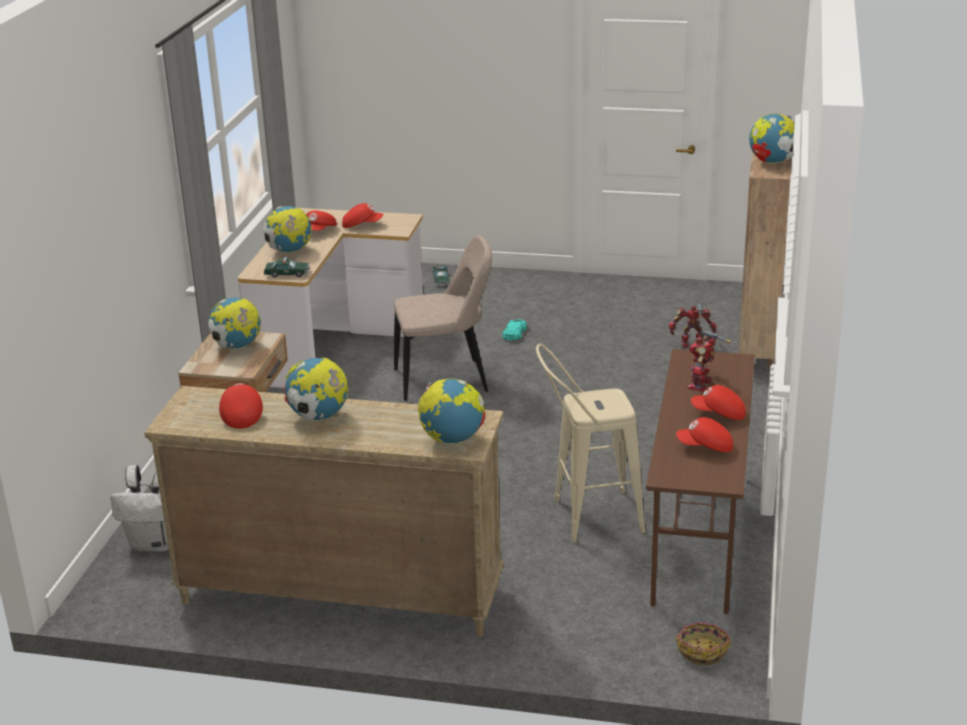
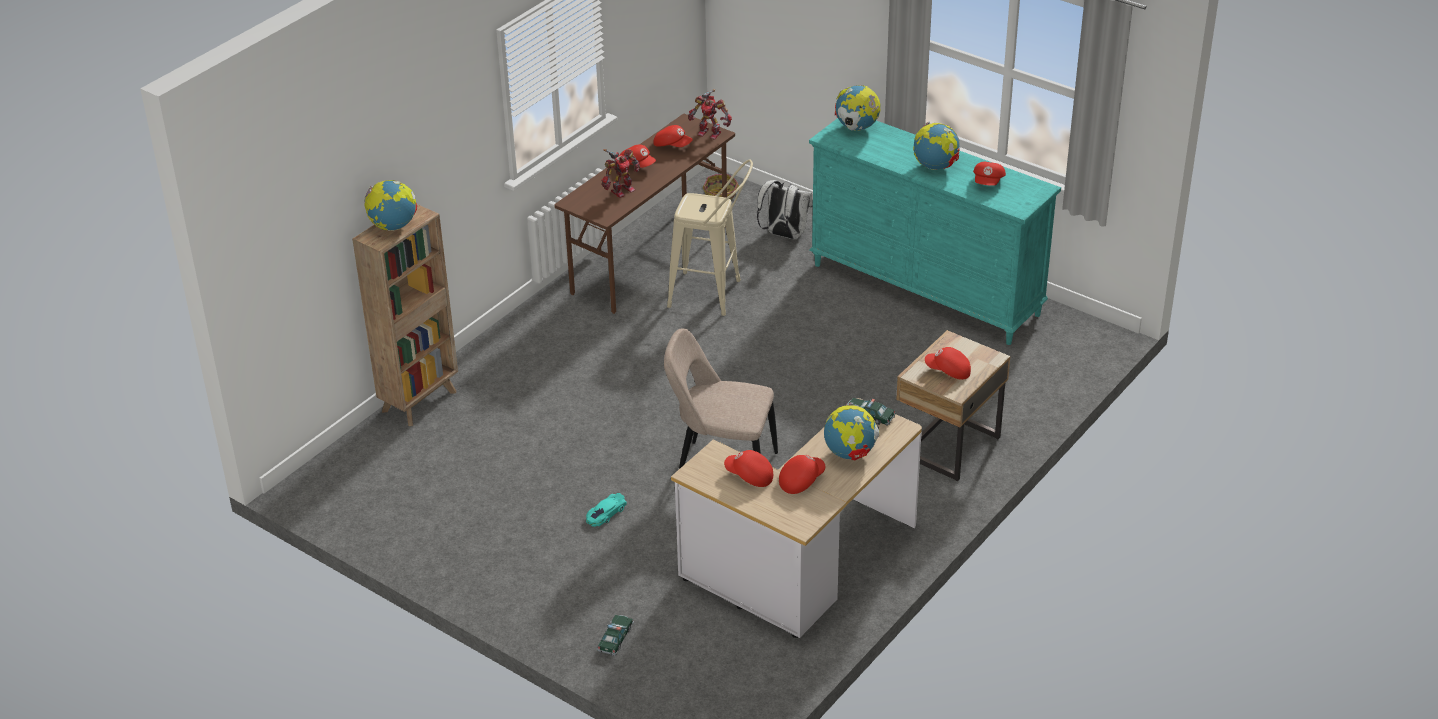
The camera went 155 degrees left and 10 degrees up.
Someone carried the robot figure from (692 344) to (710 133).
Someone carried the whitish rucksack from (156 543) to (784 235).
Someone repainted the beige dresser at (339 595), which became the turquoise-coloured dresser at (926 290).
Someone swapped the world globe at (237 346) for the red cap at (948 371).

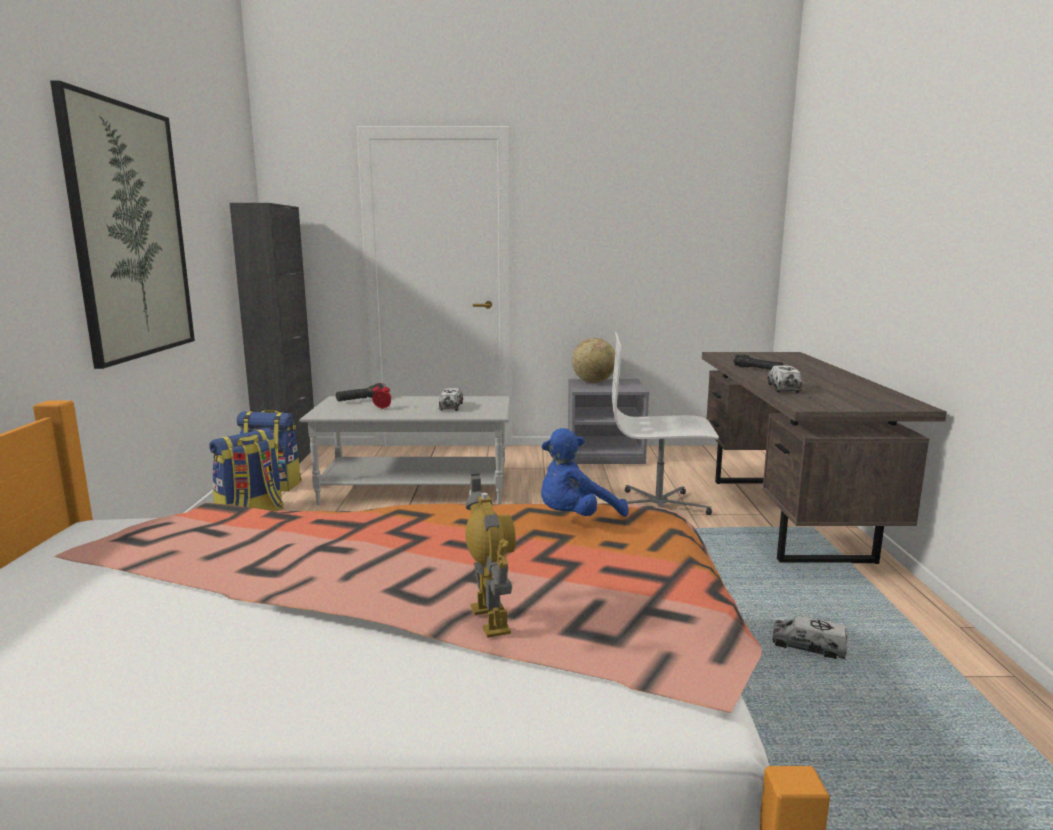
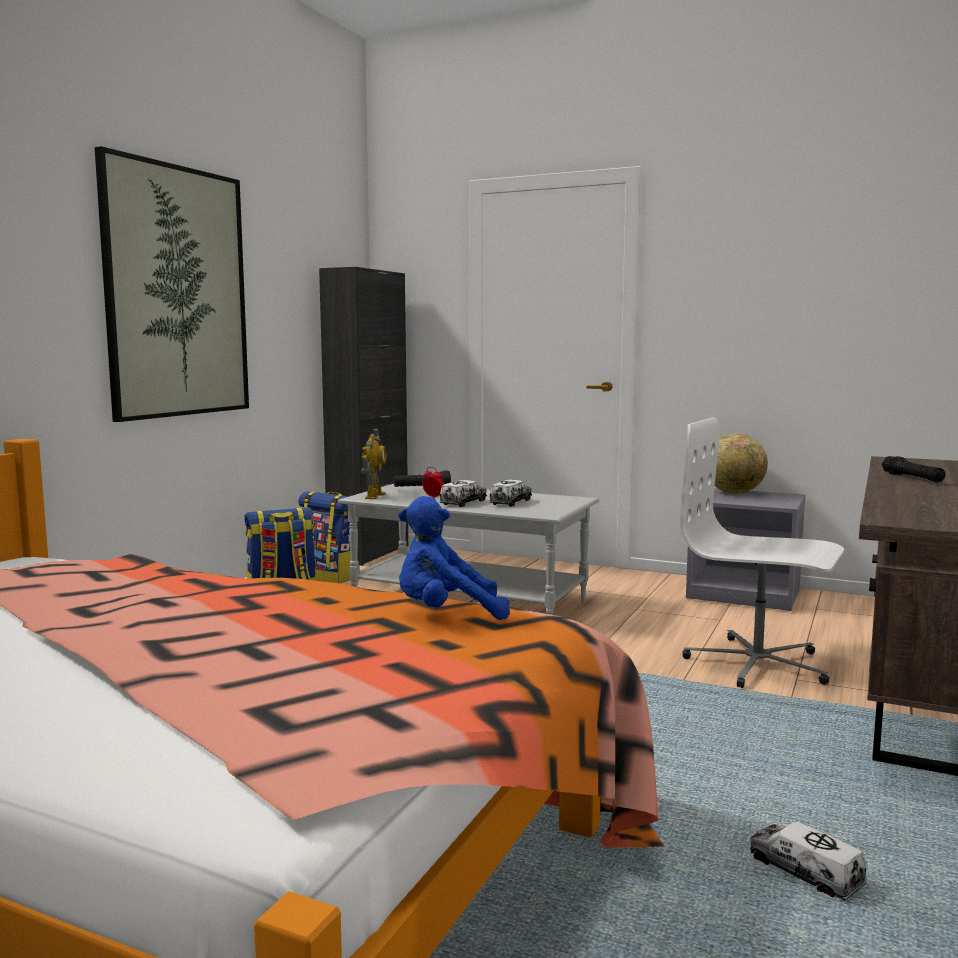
The camera went 25 degrees right and 5 degrees down.
Someone carried the robot figure from (491 619) to (374 496).
Someone carried the model truck from (783 388) to (463 503).

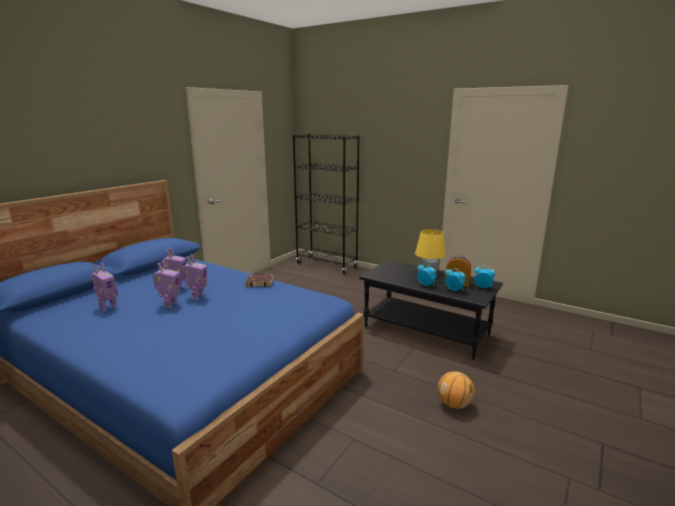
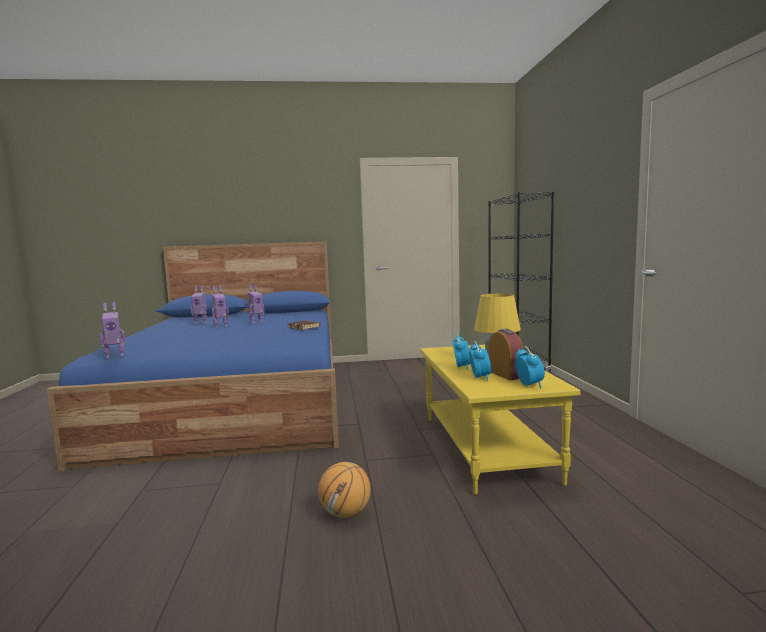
The camera went 50 degrees right and 10 degrees down.
Someone carried the robot figure from (197 297) to (115 356).
Someone repainted the black lounge table at (425 331), which became the yellow-coloured lounge table at (484 447).

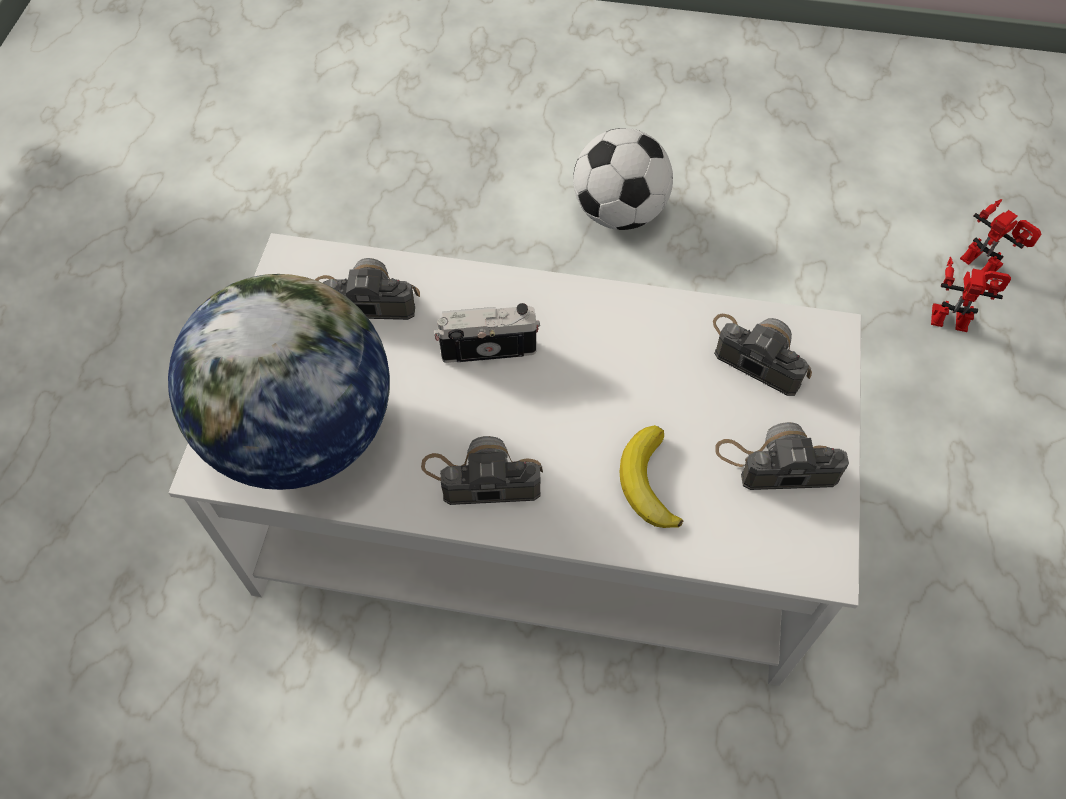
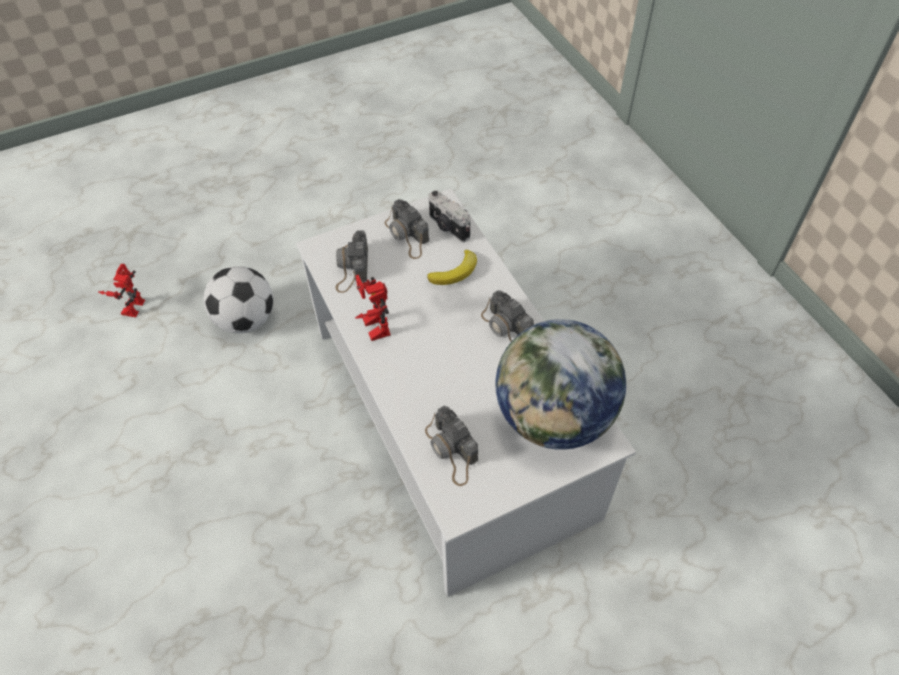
The camera went 125 degrees left and 5 degrees down.
Someone carried the football from (619 213) to (246 319).
Someone carried the robot figure from (952 315) to (371 326).
Someone carried the photo camera from (488 347) to (448 227).

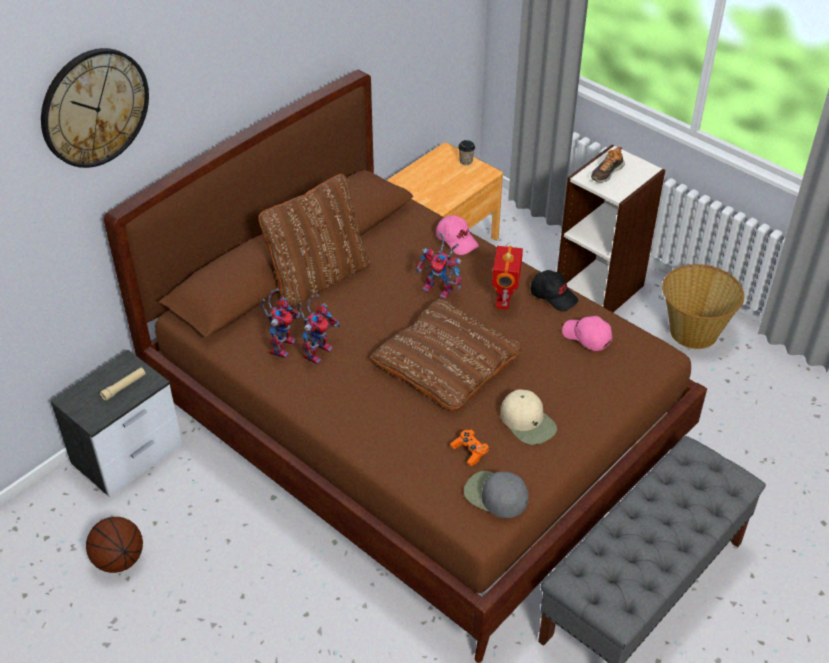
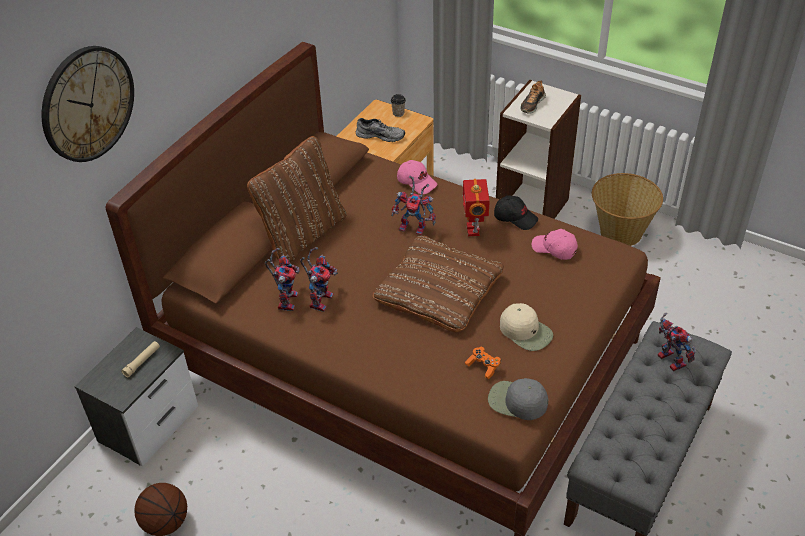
The camera went 10 degrees left and 0 degrees up.
Someone put down the greyish shoe at (381 135).
Someone put down the robot figure at (668 359).

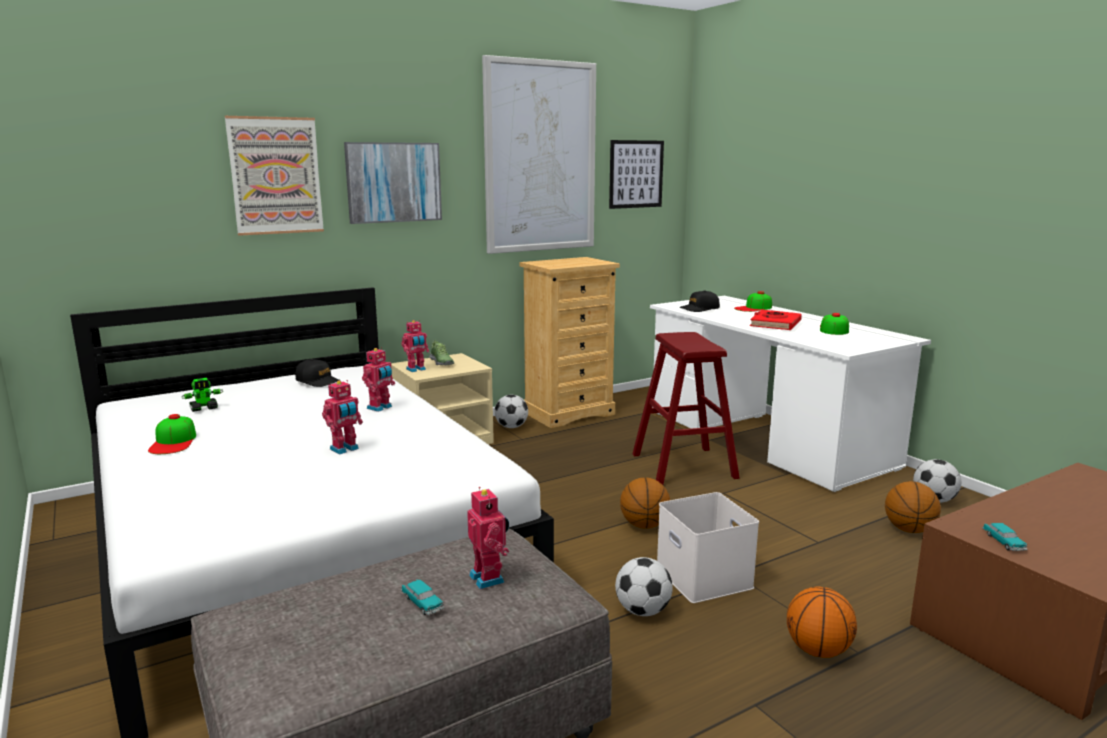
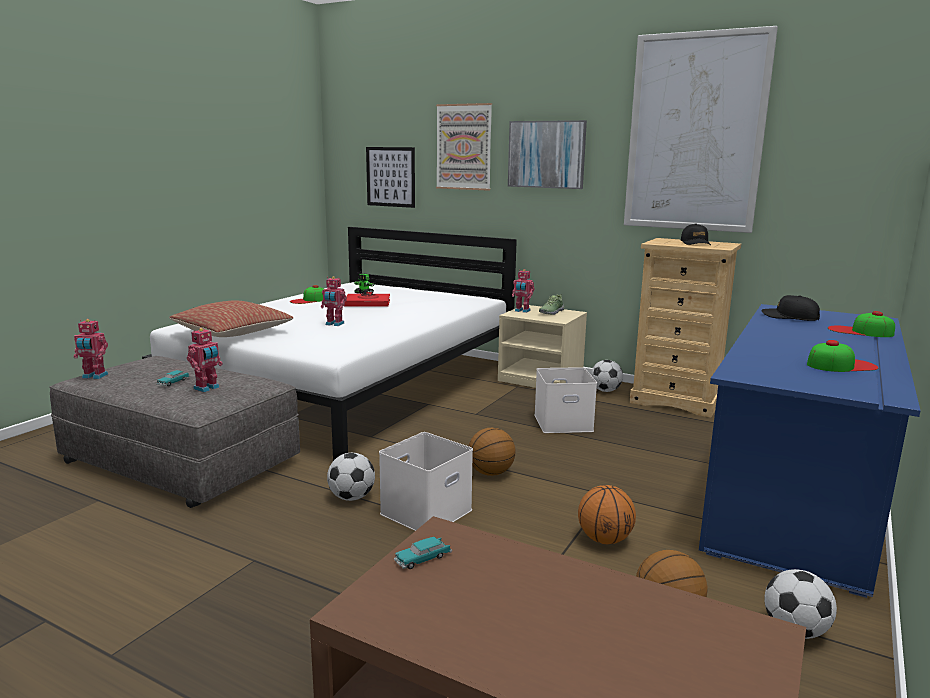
The camera went 60 degrees right and 0 degrees up.
Someone carried the robot figure from (380 408) to (94 376).
Someone put down the pillow at (233 333).
Someone carried the red bound book from (775 324) to (367 304).
Someone carried the wall art from (636 174) to (390 177).
Someone put down the whitish storage bin at (562 423).
Someone carried the ball for basketball from (818 650) to (604 540).
Someone carried the black cap from (318 381) to (695 243).
Someone repainted the whitish desk unit at (766 438), which became the bluish desk unit at (796 496).
Someone took away the red stool at (683 466).

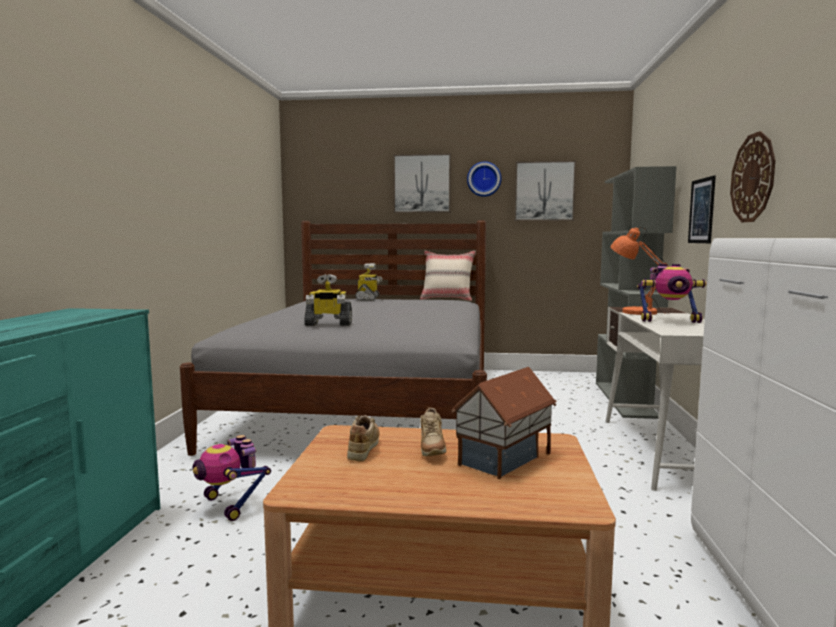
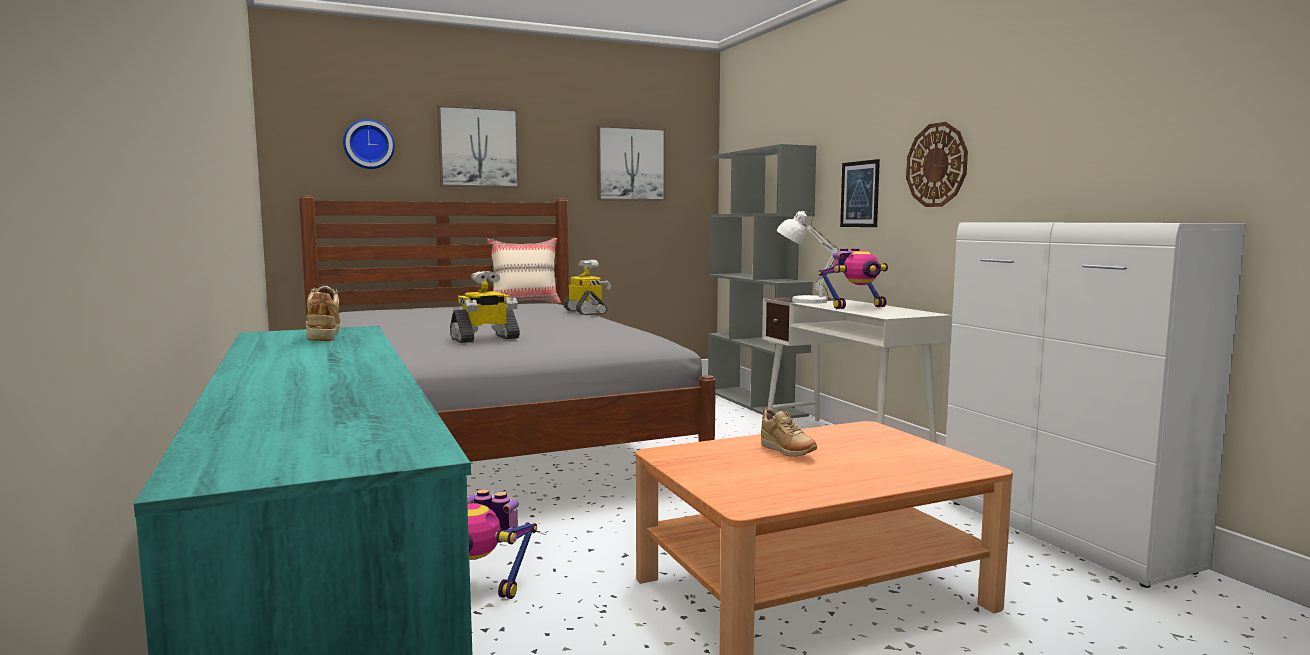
The camera went 30 degrees left and 0 degrees up.
Someone carried the beige shoe from (364 449) to (324 336).
Someone carried the hanging clock from (484 179) to (368 144).
Someone carried the robot figure from (368 298) to (586 312).
Someone repainted the orange-coloured table lamp at (635 312), which became the whitish table lamp at (804 301).
Someone took away the miniature house at (506 459).

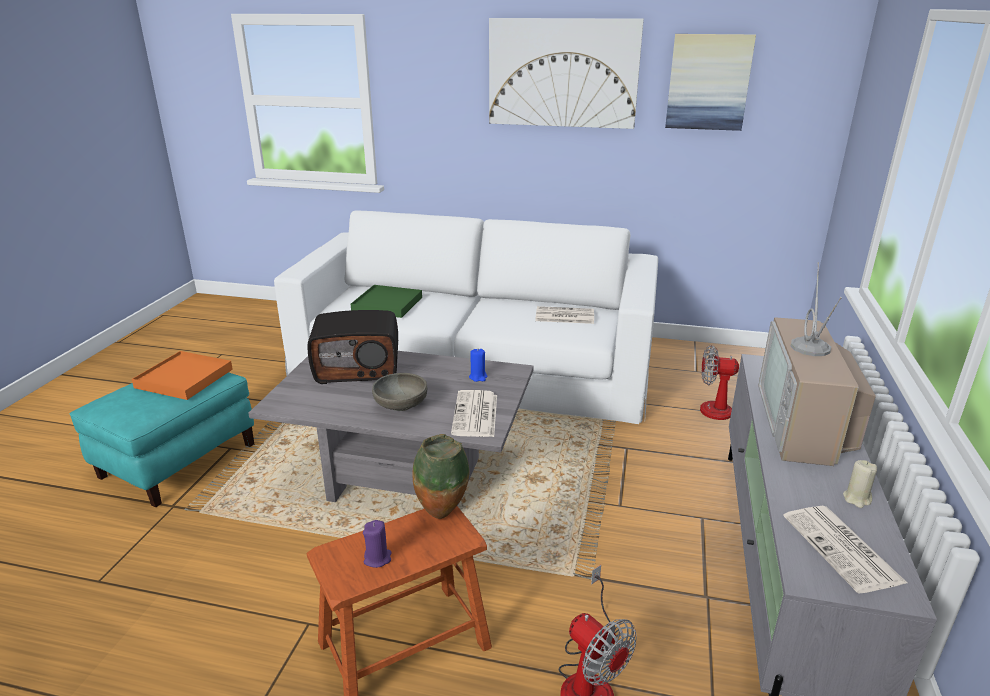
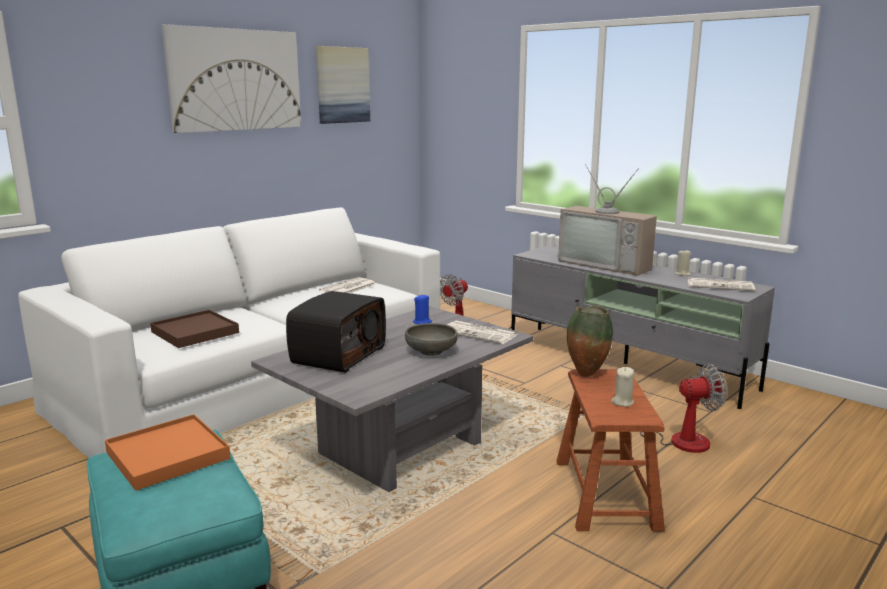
The camera went 60 degrees left and 10 degrees down.
Someone repainted the green tray at (387 304), which became the brown-coloured tray at (194 332).
Someone repainted the purple wax candle at (377 558), which became the beige wax candle at (622 402).

